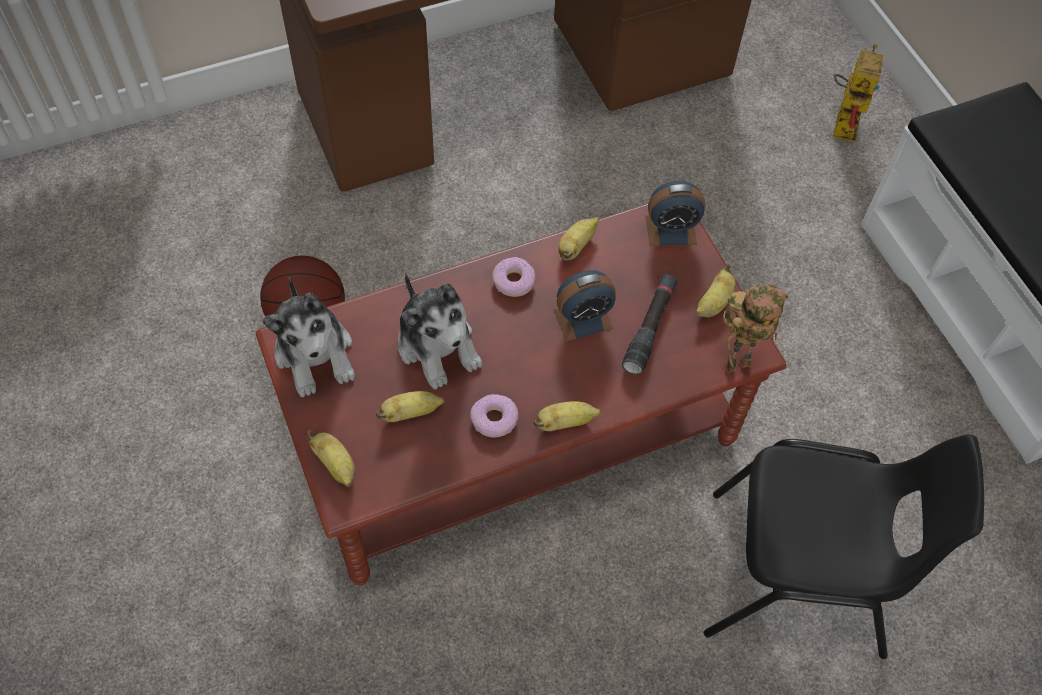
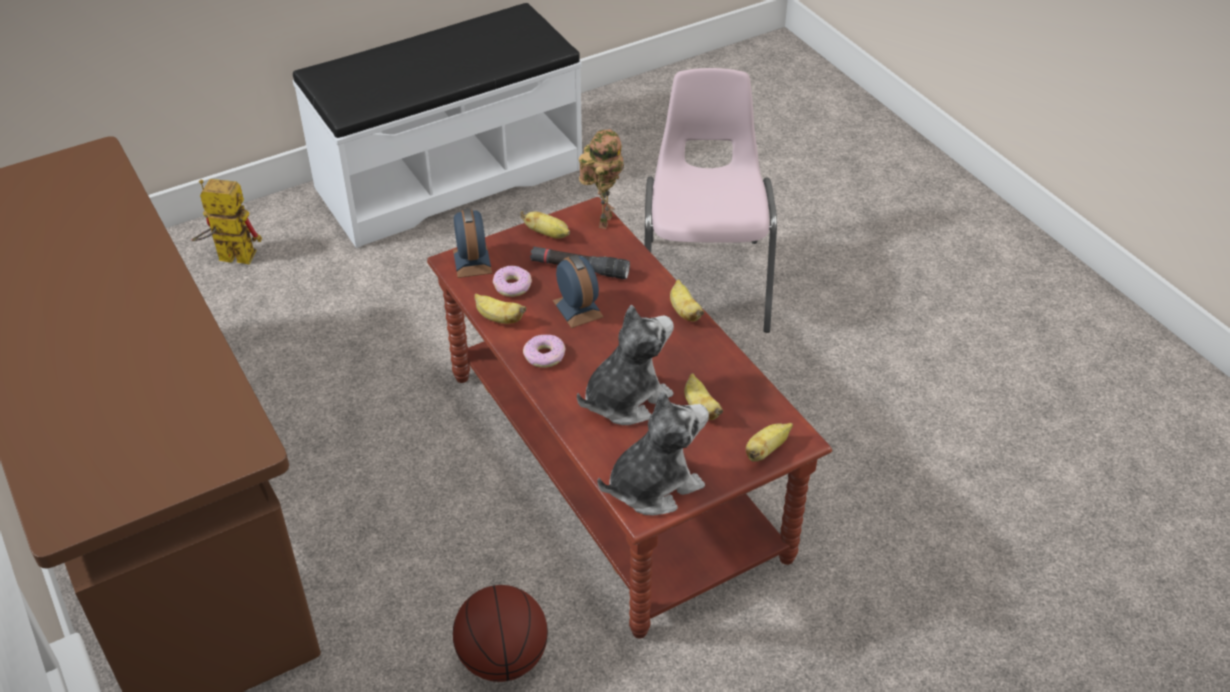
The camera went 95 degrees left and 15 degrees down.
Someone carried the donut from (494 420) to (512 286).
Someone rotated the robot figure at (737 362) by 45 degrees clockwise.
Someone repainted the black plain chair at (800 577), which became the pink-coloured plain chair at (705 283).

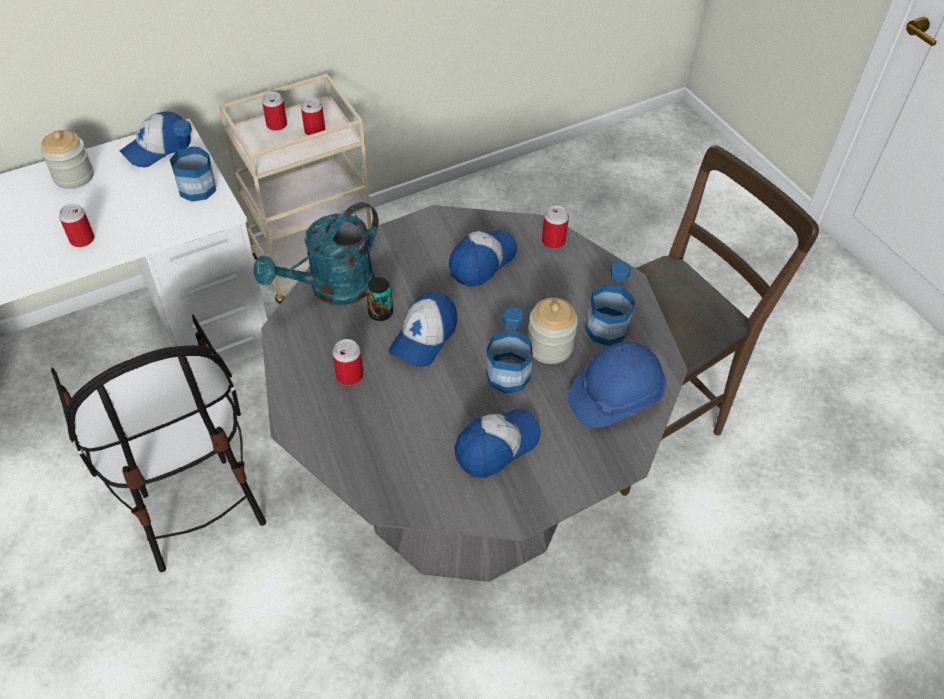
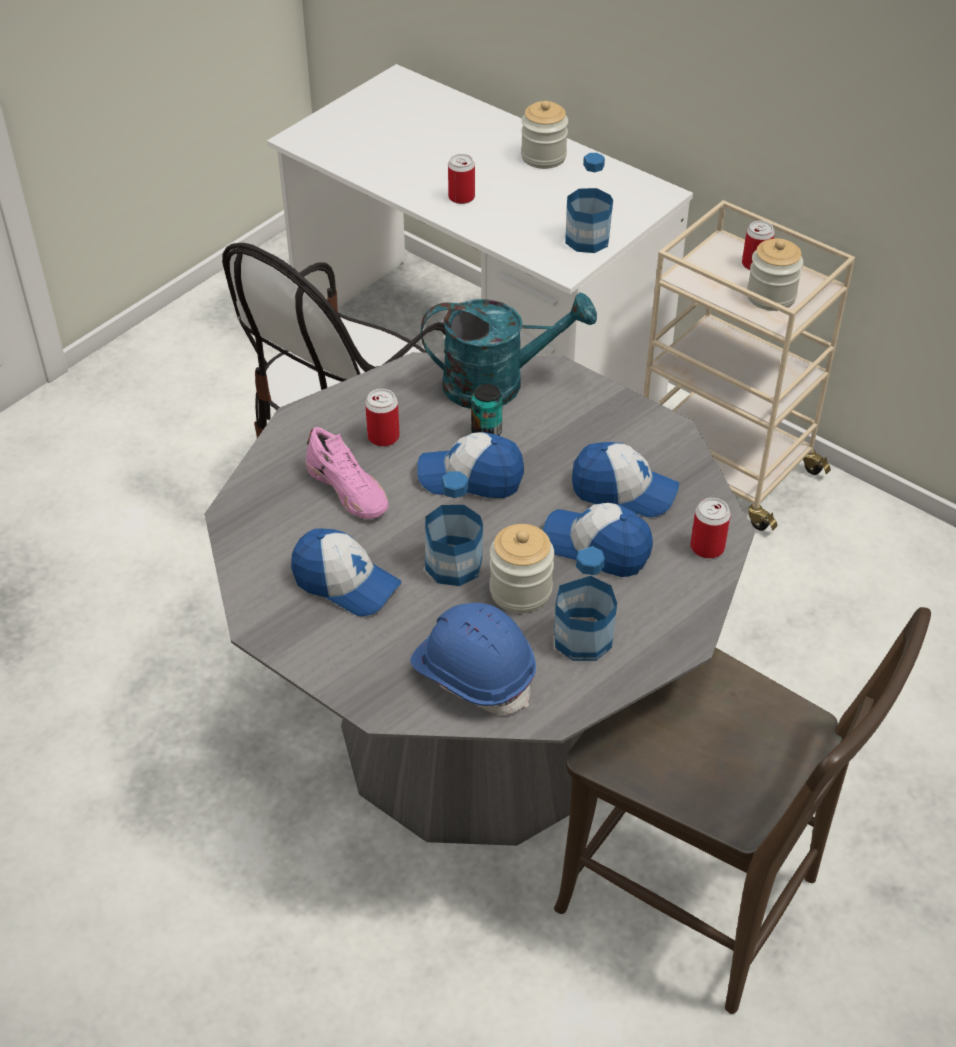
The camera went 70 degrees right and 5 degrees down.
Someone put down the pink-coloured shoe at (348 489).
Someone rotated the turquoise-coloured sprinkling can at (332 289) by 150 degrees clockwise.
Someone carried the cap from (157 149) to (597 547).
Someone swapped the metal can at (314 131) for the storage jar at (771 296).

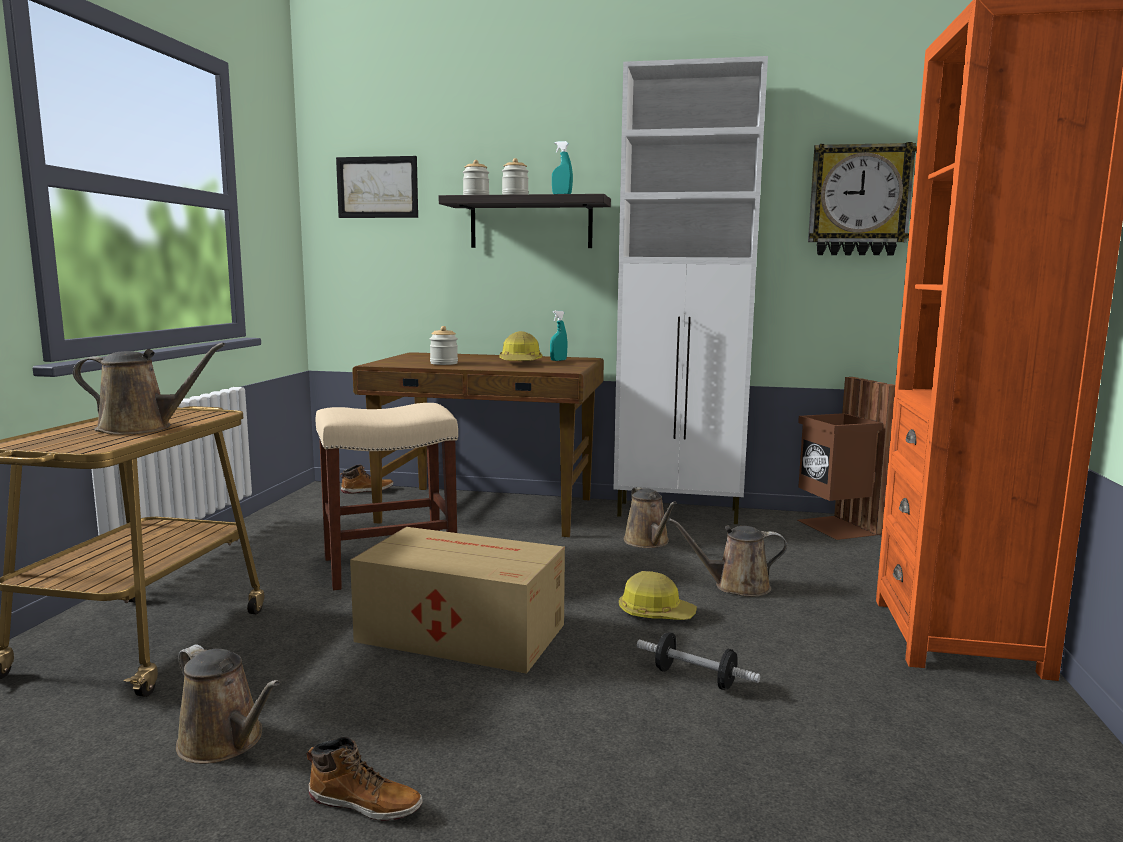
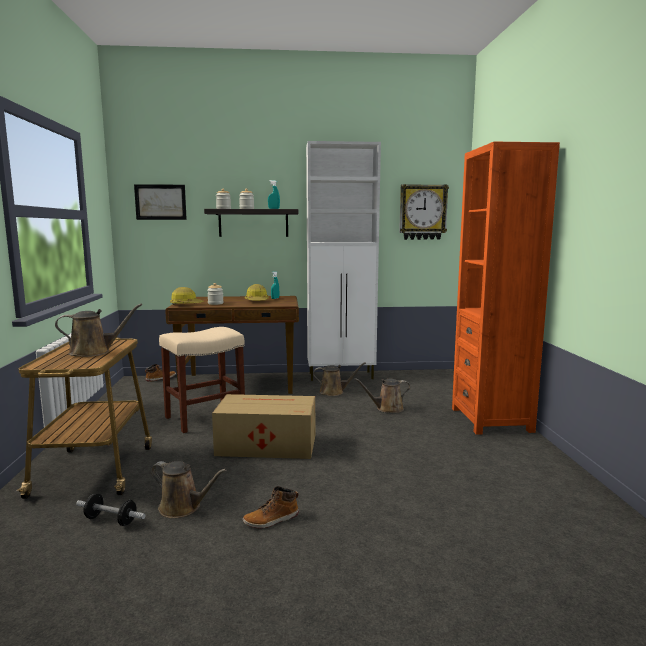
The camera went 15 degrees left and 0 degrees up.
Someone carried the free weight from (695 678) to (111 520).
Someone carried the safety helmet from (655 613) to (186 305).
Someone rotated the tall boot at (366 803) by 150 degrees clockwise.
Someone rotated the brown-coloured sprinkling can at (648 542) by 60 degrees counterclockwise.
Someone took away the brown-coloured waste bin at (836 527).

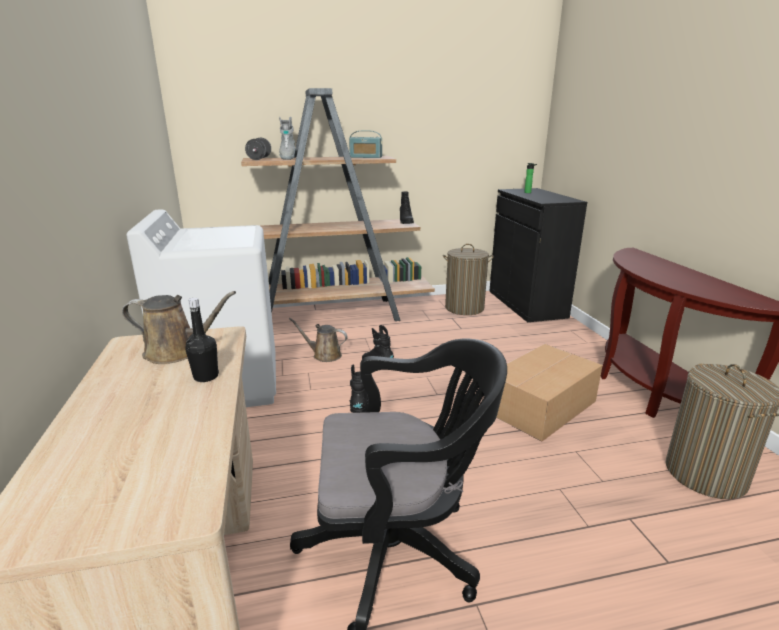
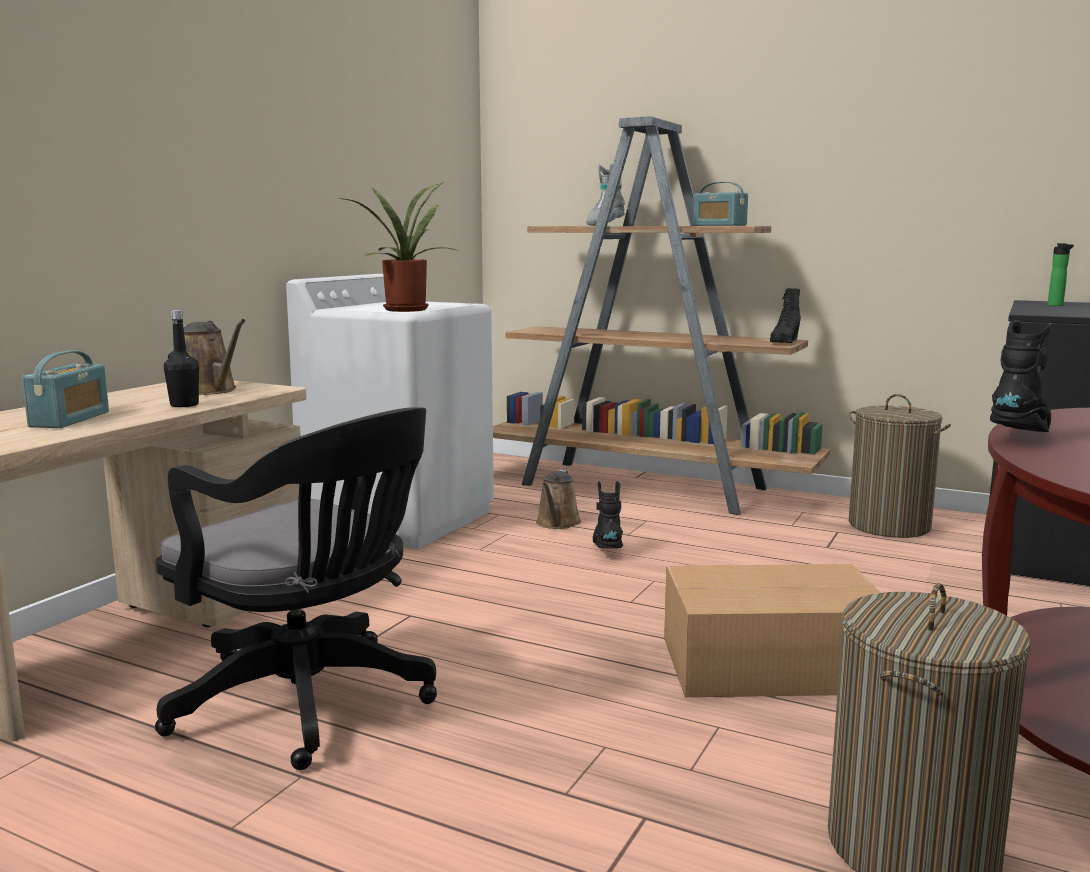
The camera went 40 degrees right and 10 degrees down.
Someone put down the radio at (70 419).
Someone put down the potted plant at (405 309).
Someone rotated the brown-coloured sprinkling can at (324 355) by 135 degrees counterclockwise.
Someone carried the black tall boot from (360 409) to (1021 437).
Someone took away the black free weight at (259 159).

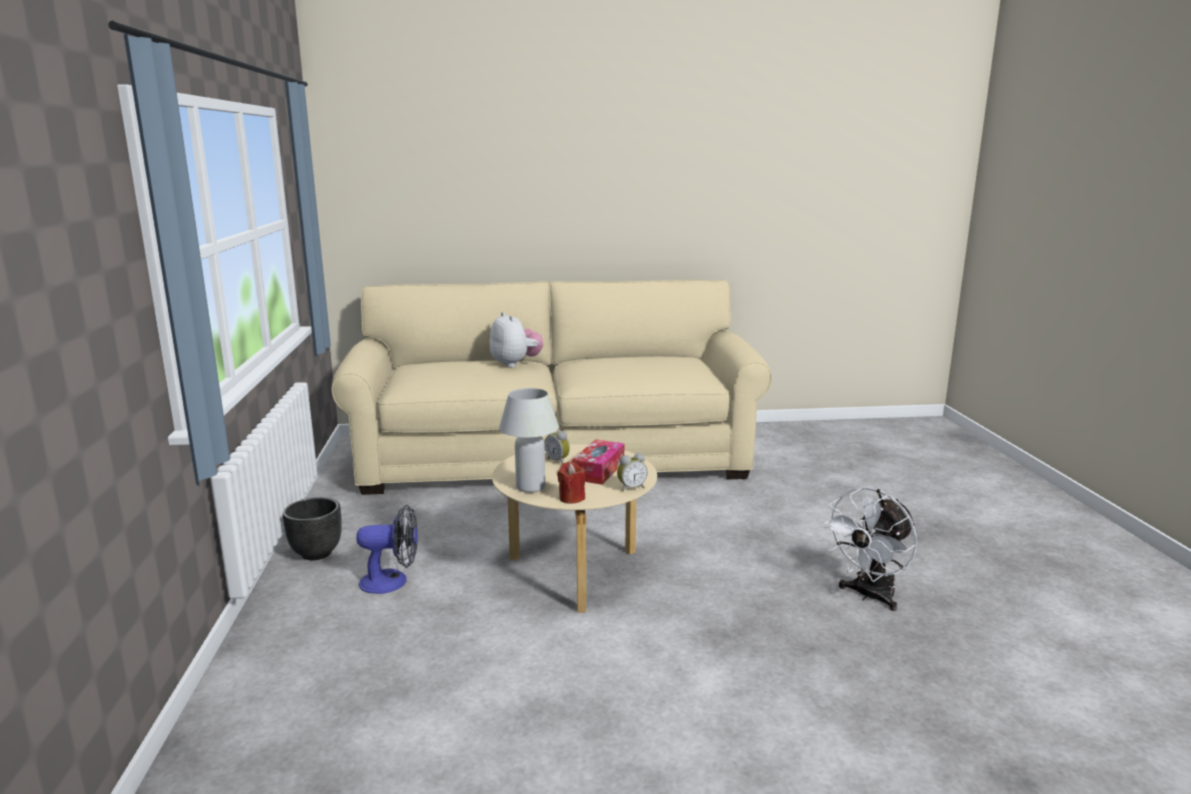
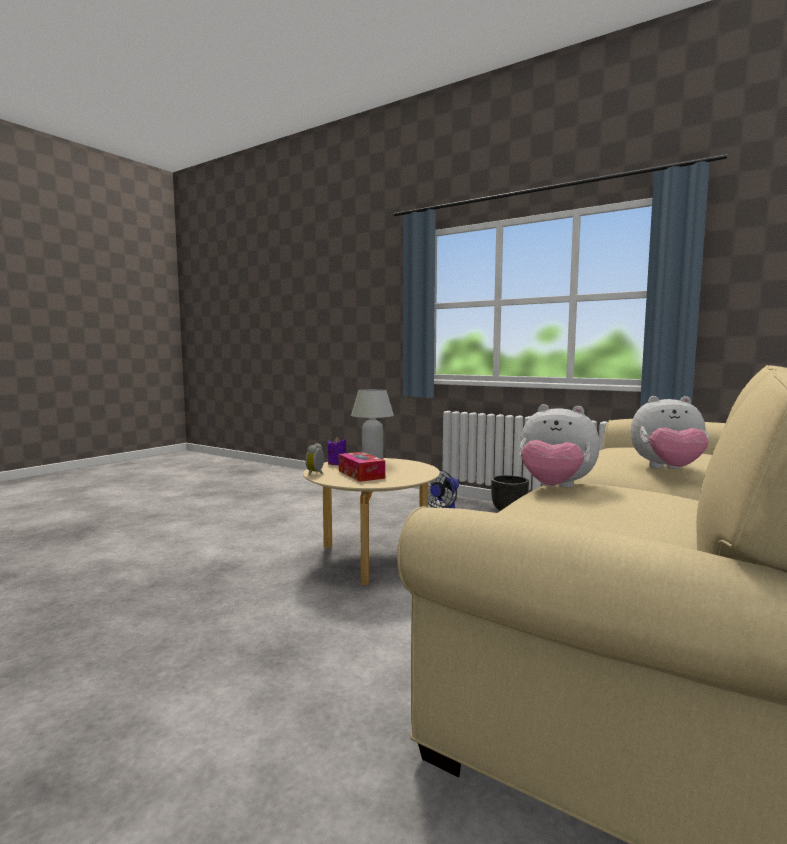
The camera went 130 degrees right and 10 degrees down.
Someone repainted the red wax candle at (571 498), which became the purple wax candle at (337 463).
Someone put down the cuddly toy at (555 488).
Someone took away the alarm clock at (558 461).
Someone took away the whitish cooling fan at (869 596).

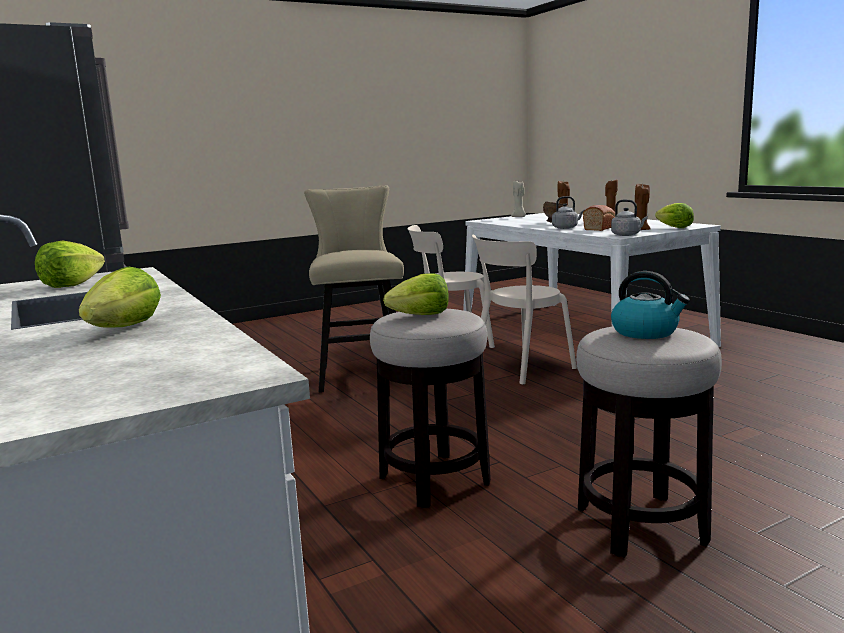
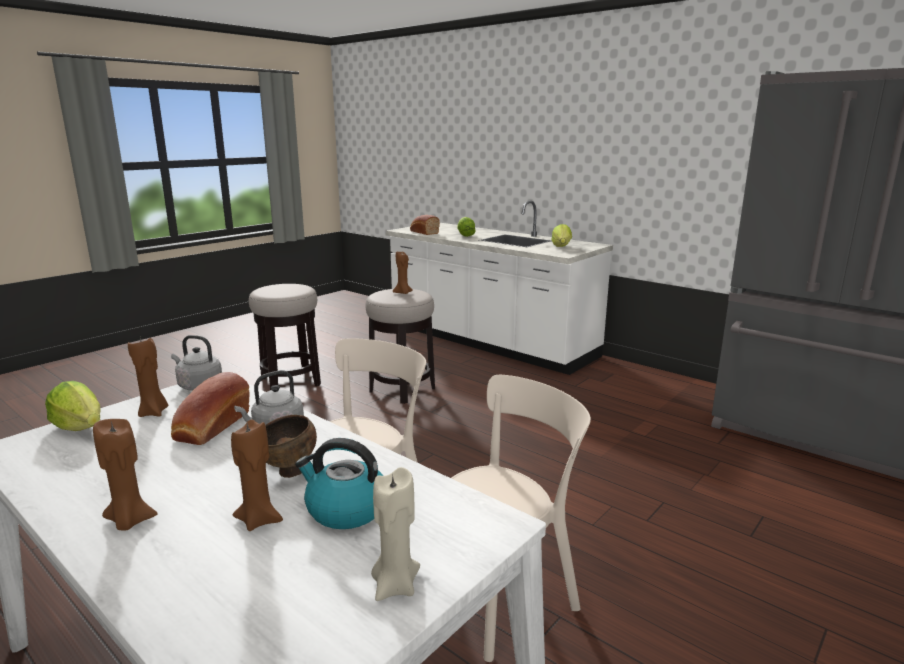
The camera went 160 degrees right and 5 degrees up.
Someone carried the tea kettle from (646 332) to (345 509).
Someone swapped the lettuce at (421 315) for the brown-coloured wax candle at (403 293).
Someone put down the baked bread at (423 232).
Someone took away the beige stool at (361 373).

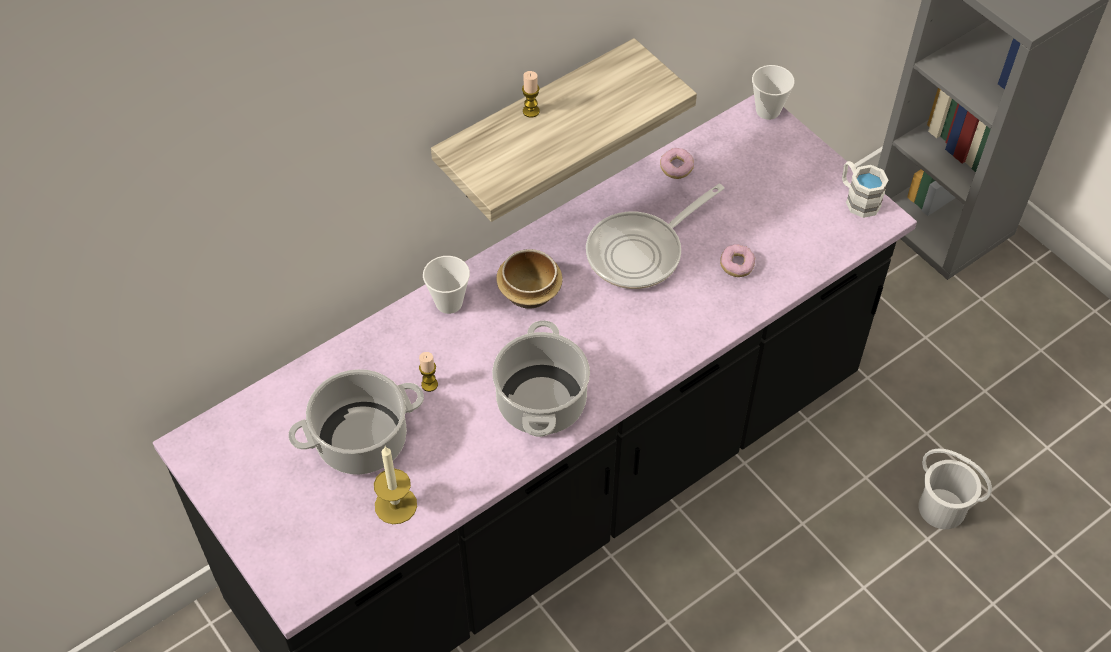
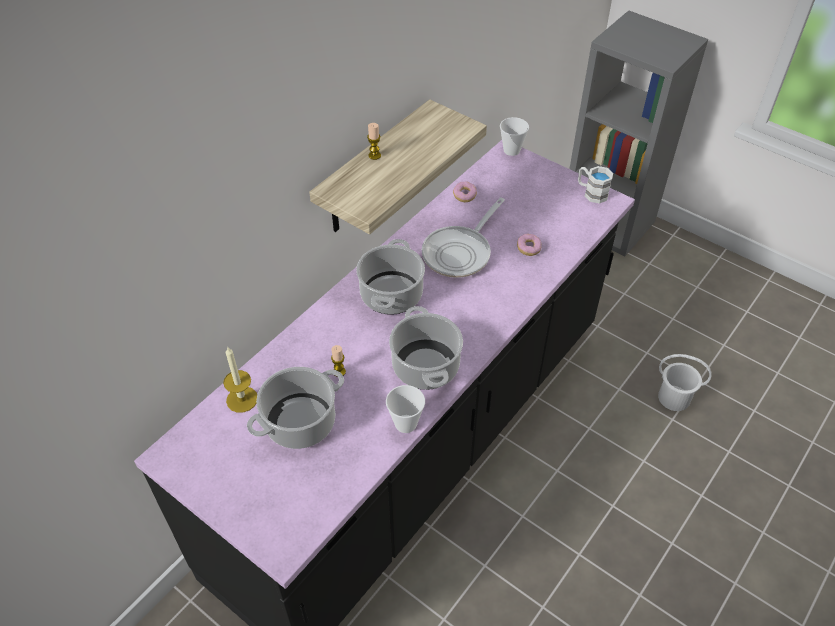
The camera went 15 degrees left and 5 degrees down.
Someone carried the wax candle from (395 505) to (242 399).
Someone swapped the serving bowl at (529 292) for the cooking pot at (391 294).
Someone carried the small cup from (449 303) to (405 423).

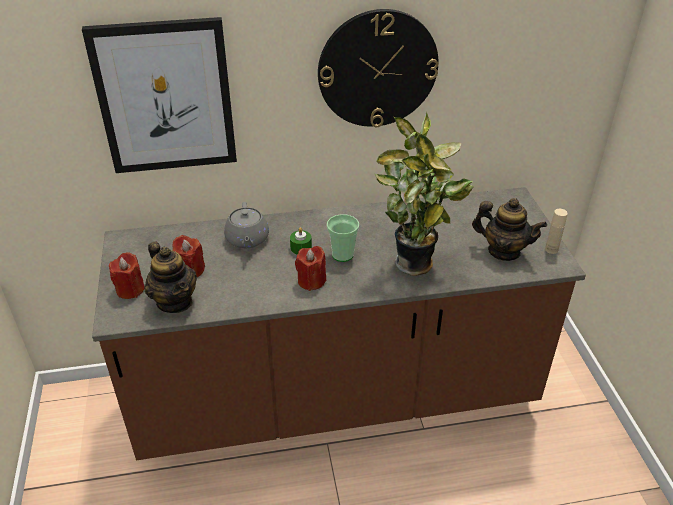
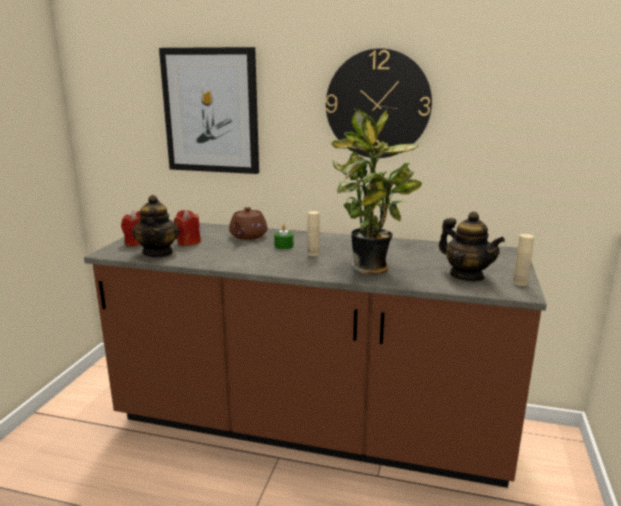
The camera went 25 degrees right and 20 degrees down.
Someone repainted the greyish pot for tea at (247 240), which became the brown-coloured pot for tea at (248 236).
Someone swapped the small cup at (342 255) for the beige beverage bottle at (313 254).
Someone took away the red wax candle at (311 281).

